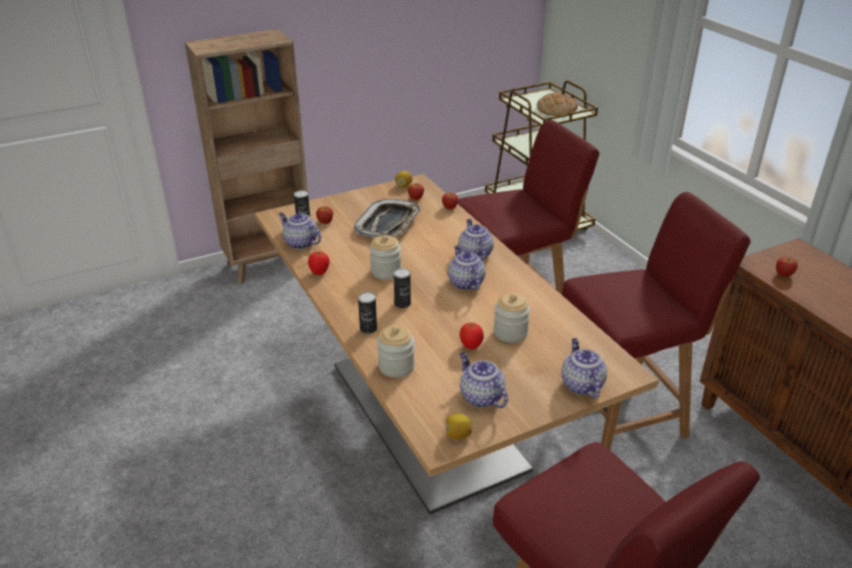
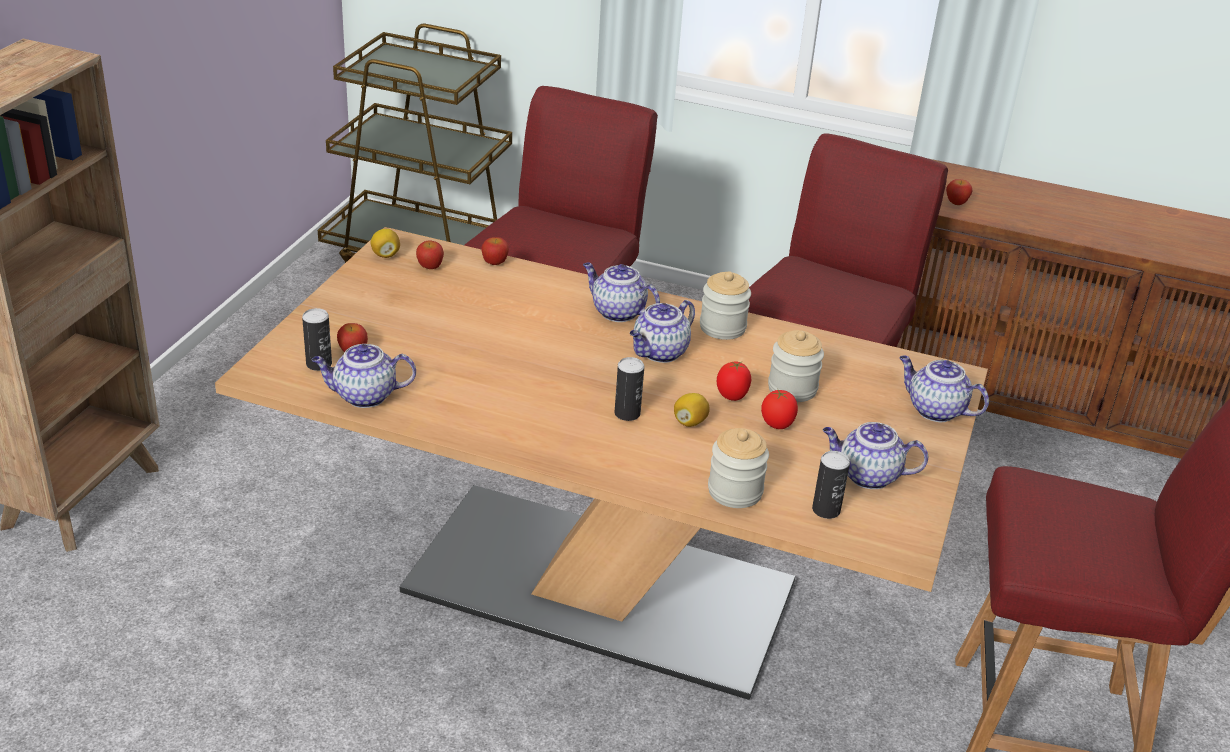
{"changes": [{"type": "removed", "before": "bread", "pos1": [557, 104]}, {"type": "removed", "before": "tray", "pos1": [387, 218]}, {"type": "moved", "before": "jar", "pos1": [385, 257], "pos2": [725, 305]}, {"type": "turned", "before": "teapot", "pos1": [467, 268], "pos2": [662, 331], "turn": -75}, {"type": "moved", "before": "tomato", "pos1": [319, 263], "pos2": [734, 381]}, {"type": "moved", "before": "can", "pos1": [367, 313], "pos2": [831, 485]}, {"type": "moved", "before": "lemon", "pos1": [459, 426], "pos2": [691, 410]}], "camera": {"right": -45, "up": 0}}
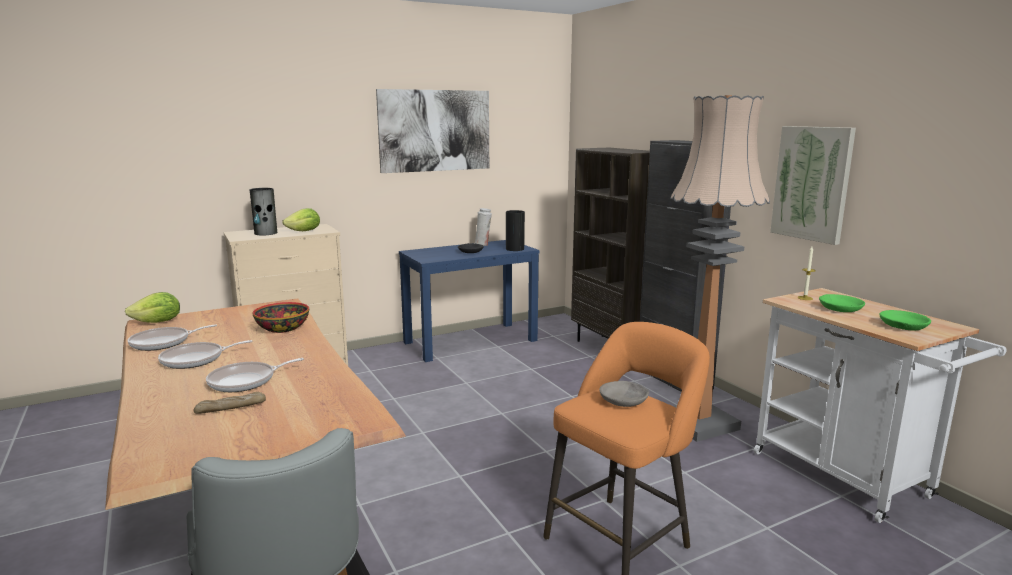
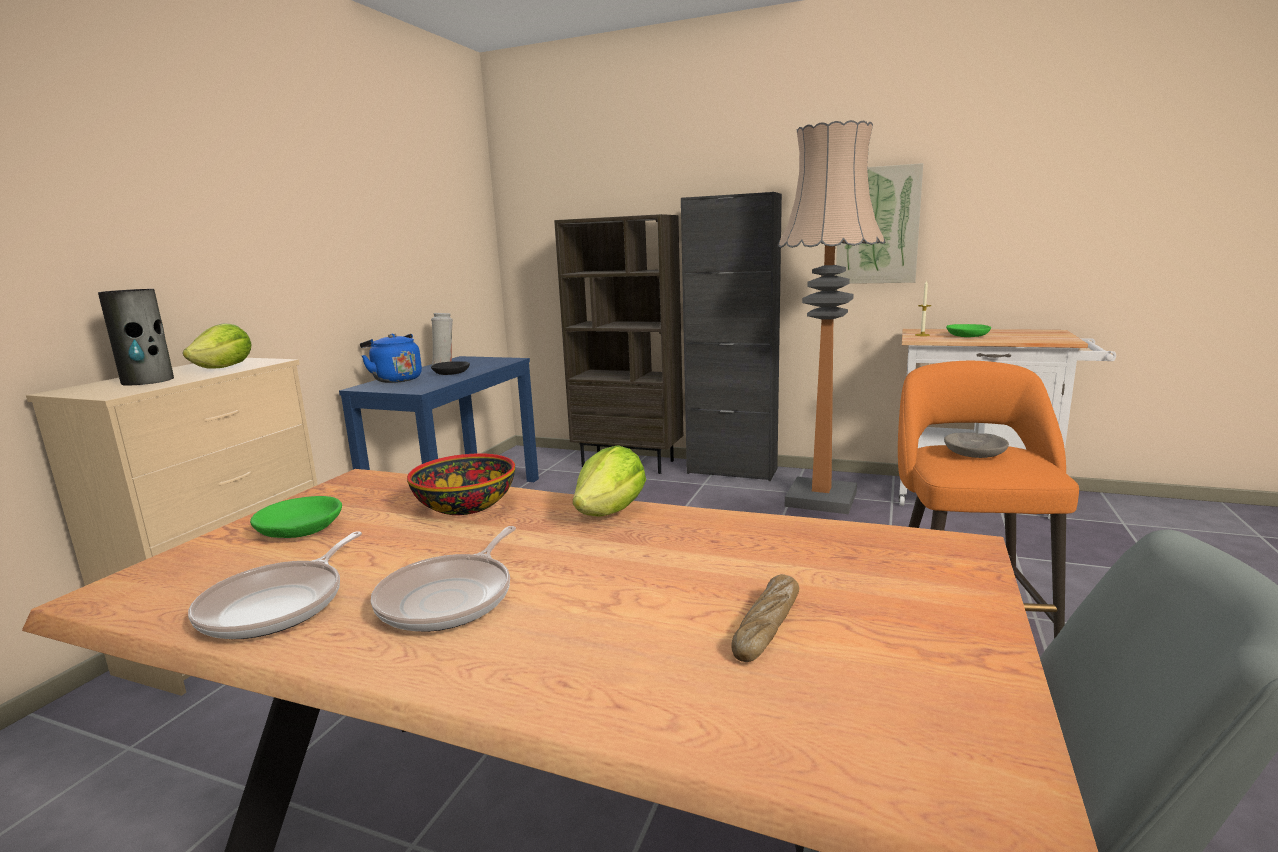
{"changes": [{"type": "removed", "before": "picture", "pos1": [432, 131]}, {"type": "removed", "before": "vase", "pos1": [515, 230]}, {"type": "moved", "before": "lettuce", "pos1": [152, 307], "pos2": [609, 480]}, {"type": "moved", "before": "green bowl", "pos1": [905, 320], "pos2": [296, 517]}, {"type": "removed", "before": "frying pan", "pos1": [255, 375]}, {"type": "added", "after": "blue kettle", "pos2": [391, 358]}], "camera": {"right": -40, "up": 0}}
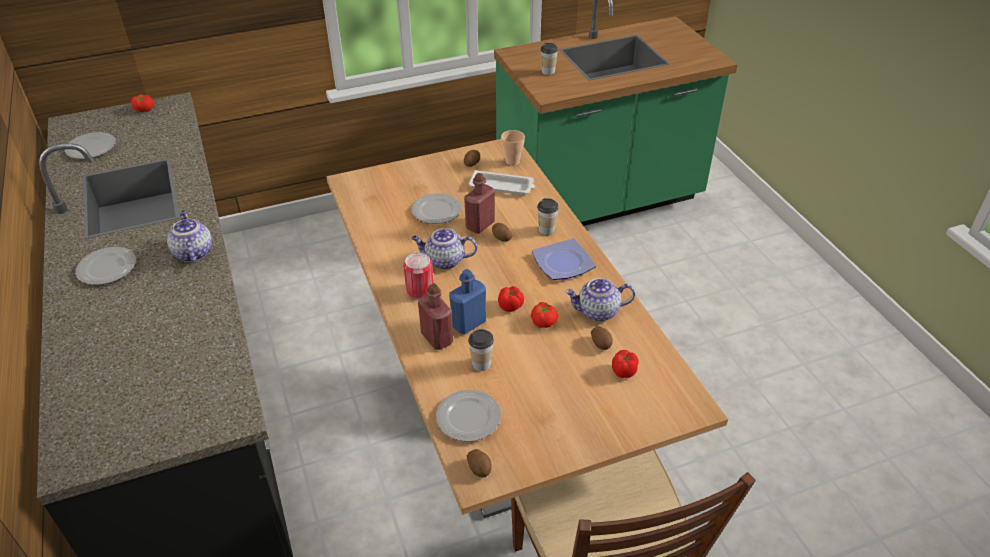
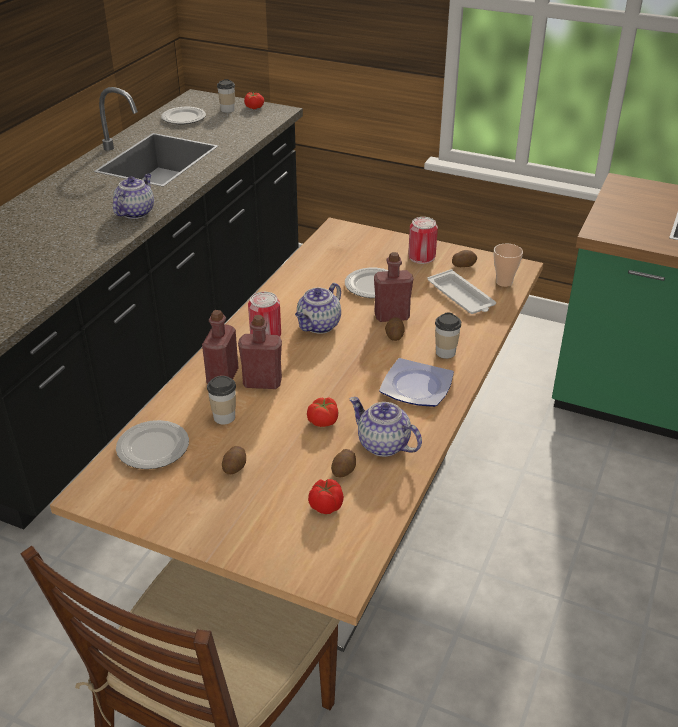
{"changes": [{"type": "moved", "before": "cup", "pos1": [549, 59], "pos2": [226, 96]}, {"type": "turned", "before": "teapot", "pos1": [444, 248], "pos2": [318, 308], "turn": -105}, {"type": "removed", "before": "plate", "pos1": [105, 266]}, {"type": "recoloured", "before": "blue bottle", "after": "red bottle", "pos1": [467, 301], "pos2": [260, 352]}, {"type": "removed", "before": "tomato", "pos1": [511, 299]}, {"type": "moved", "before": "potato", "pos1": [479, 463], "pos2": [234, 460]}, {"type": "added", "after": "can", "pos2": [423, 240]}], "camera": {"right": 45, "up": -5}}
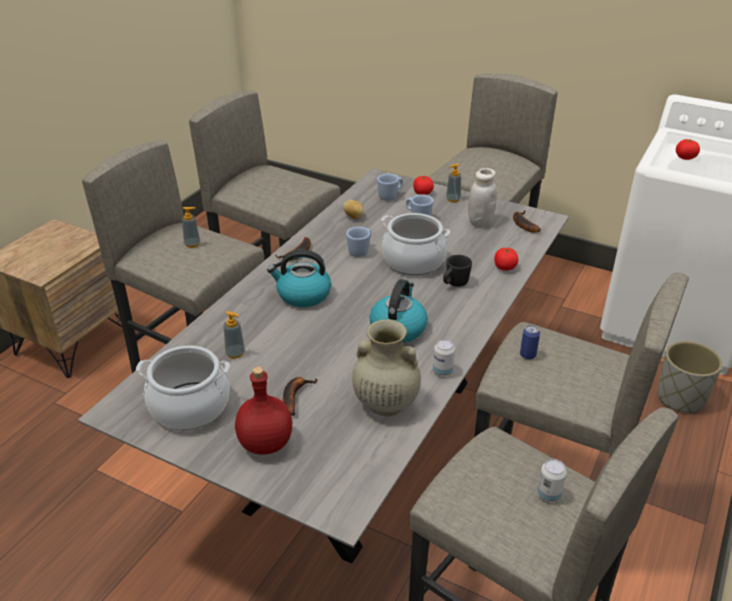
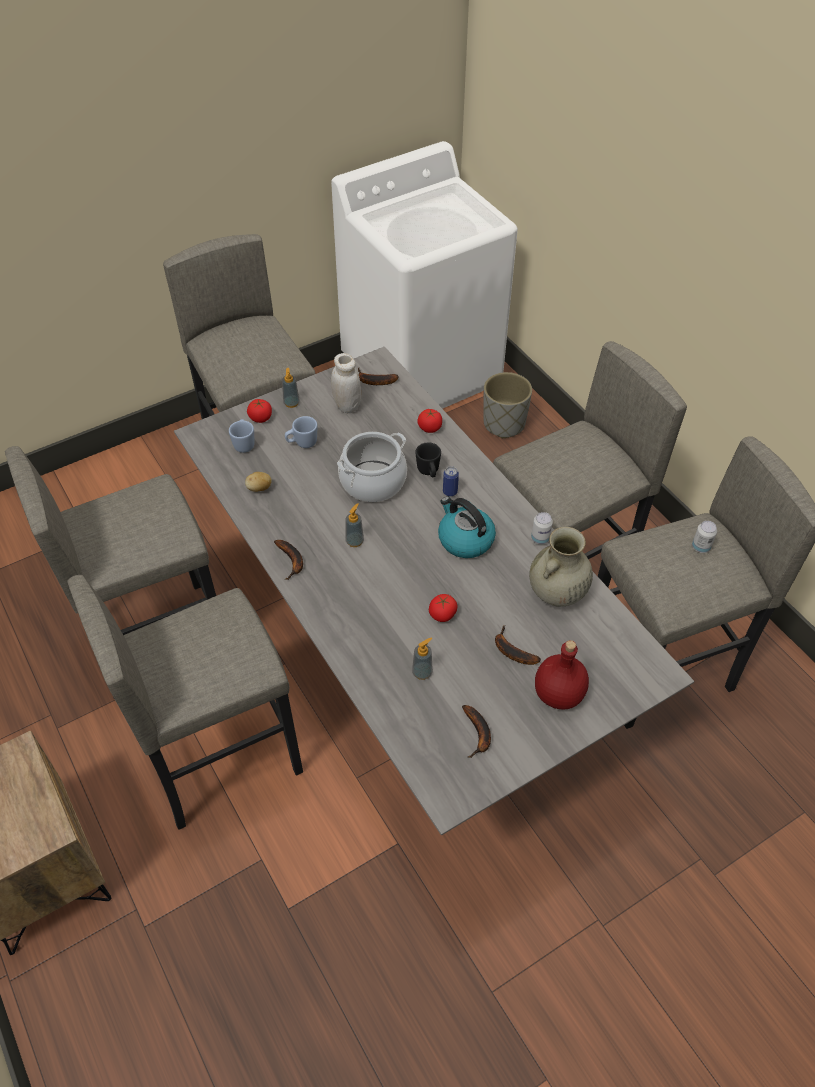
{"changes": [{"type": "moved", "before": "tomato", "pos1": [688, 149], "pos2": [443, 608]}, {"type": "moved", "before": "soap dispenser", "pos1": [191, 227], "pos2": [354, 525]}, {"type": "removed", "before": "blue mug", "pos1": [358, 242]}, {"type": "removed", "before": "kettle", "pos1": [299, 278]}, {"type": "moved", "before": "can", "pos1": [530, 342], "pos2": [451, 481]}, {"type": "replaced", "before": "cooking pot", "after": "banana", "pos1": [183, 387], "pos2": [476, 731]}], "camera": {"right": -60, "up": 15}}
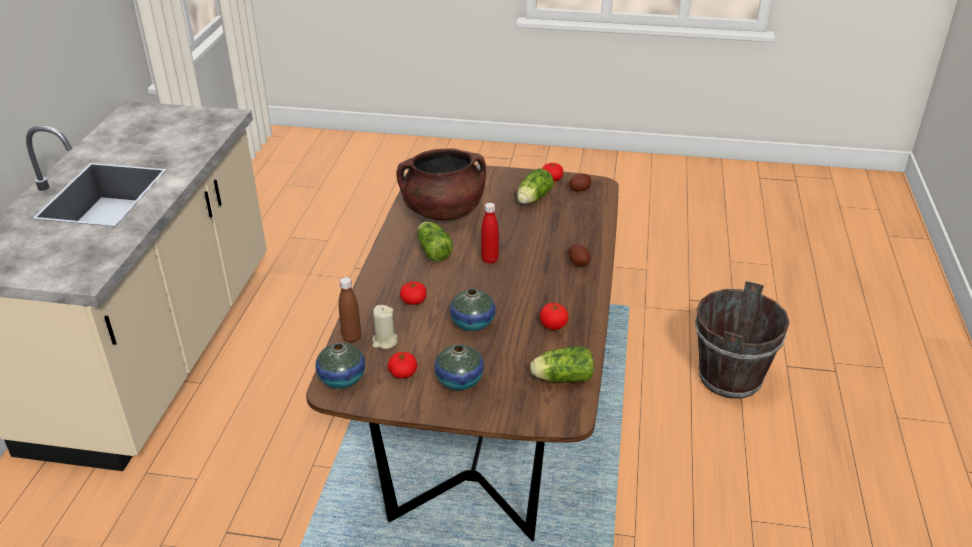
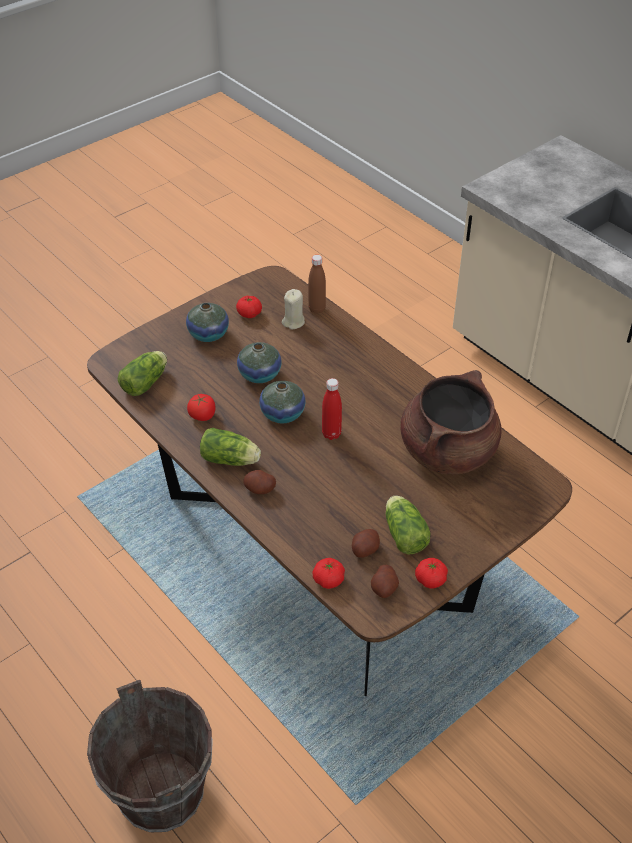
{"changes": [{"type": "moved", "before": "lettuce", "pos1": [435, 241], "pos2": [230, 447]}, {"type": "moved", "before": "tomato", "pos1": [413, 293], "pos2": [328, 573]}, {"type": "moved", "before": "vase", "pos1": [340, 365], "pos2": [282, 402]}, {"type": "added", "after": "potato", "pos2": [366, 543]}], "camera": {"right": 130, "up": 10}}
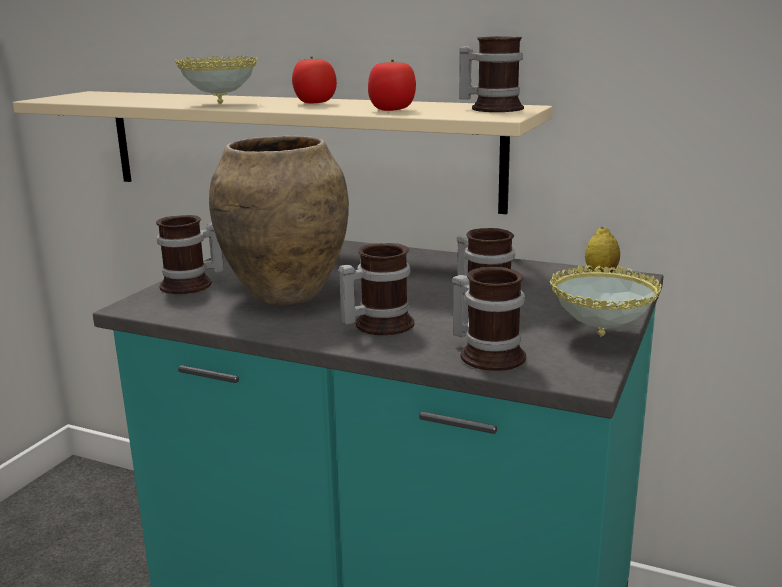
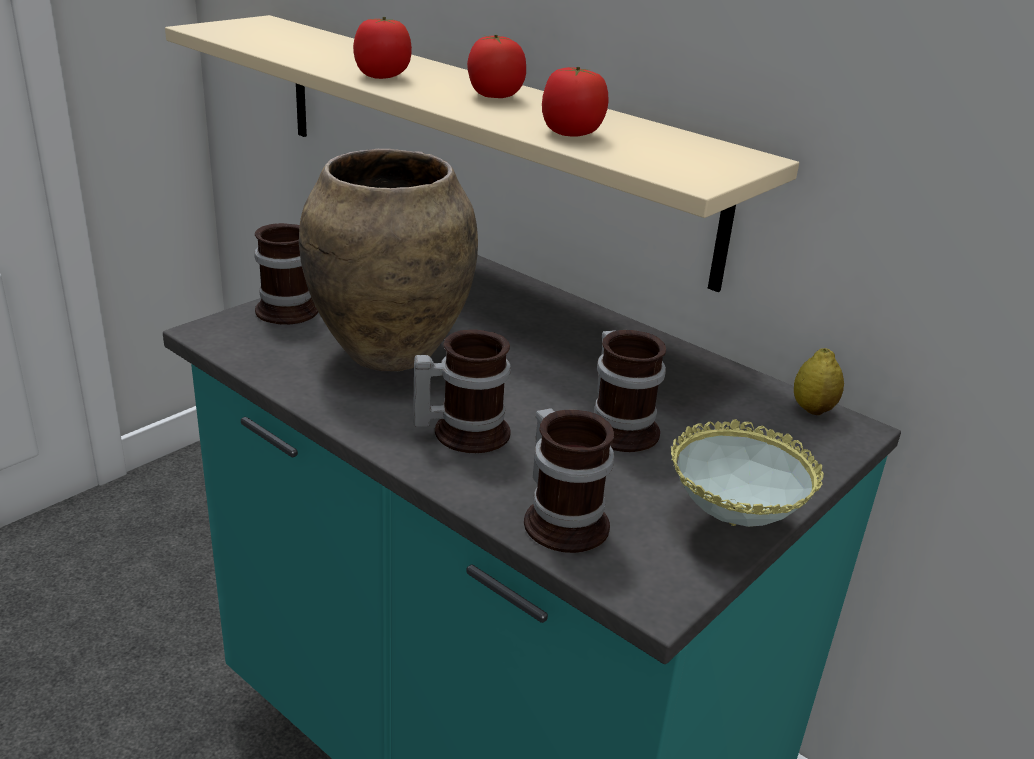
{"changes": [{"type": "removed", "before": "mug", "pos1": [491, 74]}, {"type": "replaced", "before": "bowl", "after": "tomato", "pos1": [216, 79], "pos2": [382, 48]}], "camera": {"right": 15, "up": 10}}
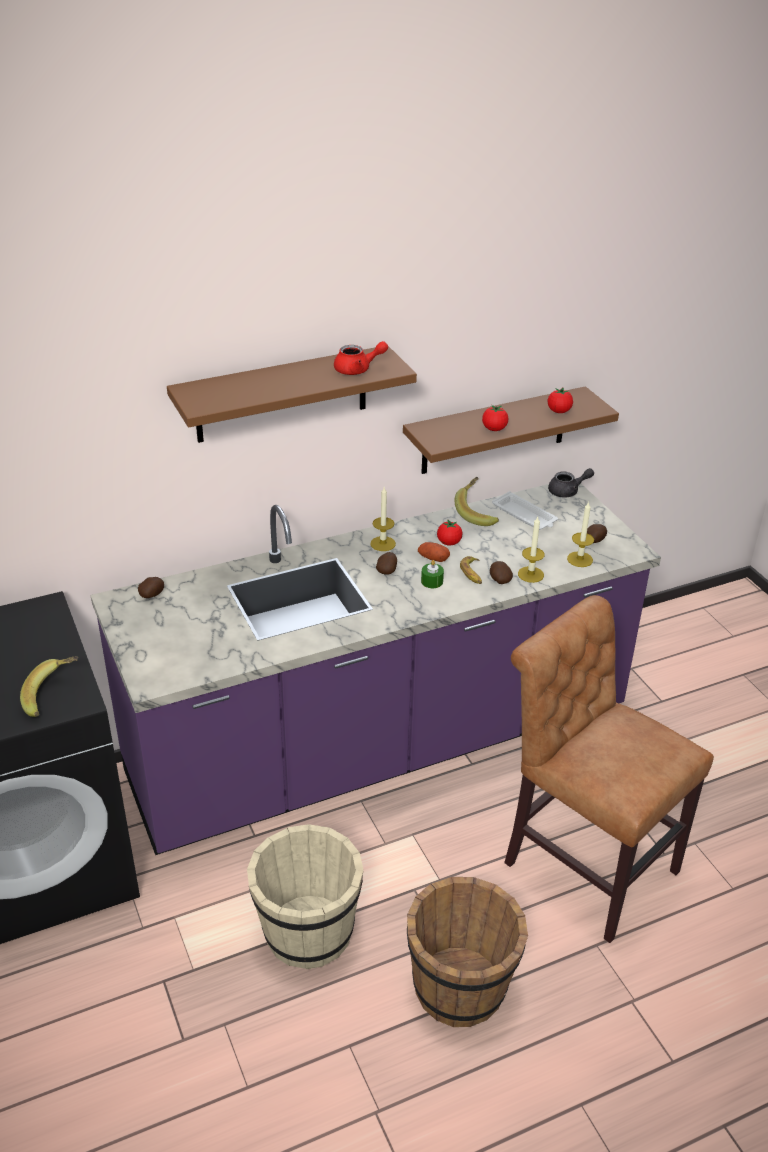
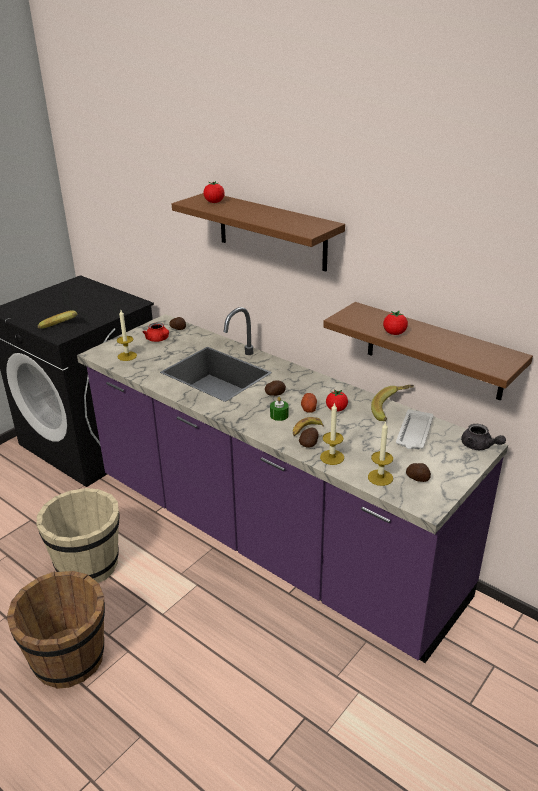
{"changes": [{"type": "moved", "before": "red teapot", "pos1": [361, 358], "pos2": [156, 332]}, {"type": "moved", "before": "tomato", "pos1": [560, 400], "pos2": [214, 192]}, {"type": "moved", "before": "candle", "pos1": [383, 519], "pos2": [127, 335]}, {"type": "removed", "before": "brown chair", "pos1": [609, 769]}], "camera": {"right": 65, "up": -5}}
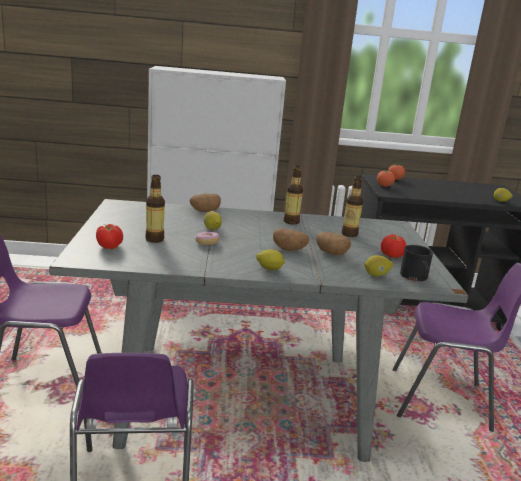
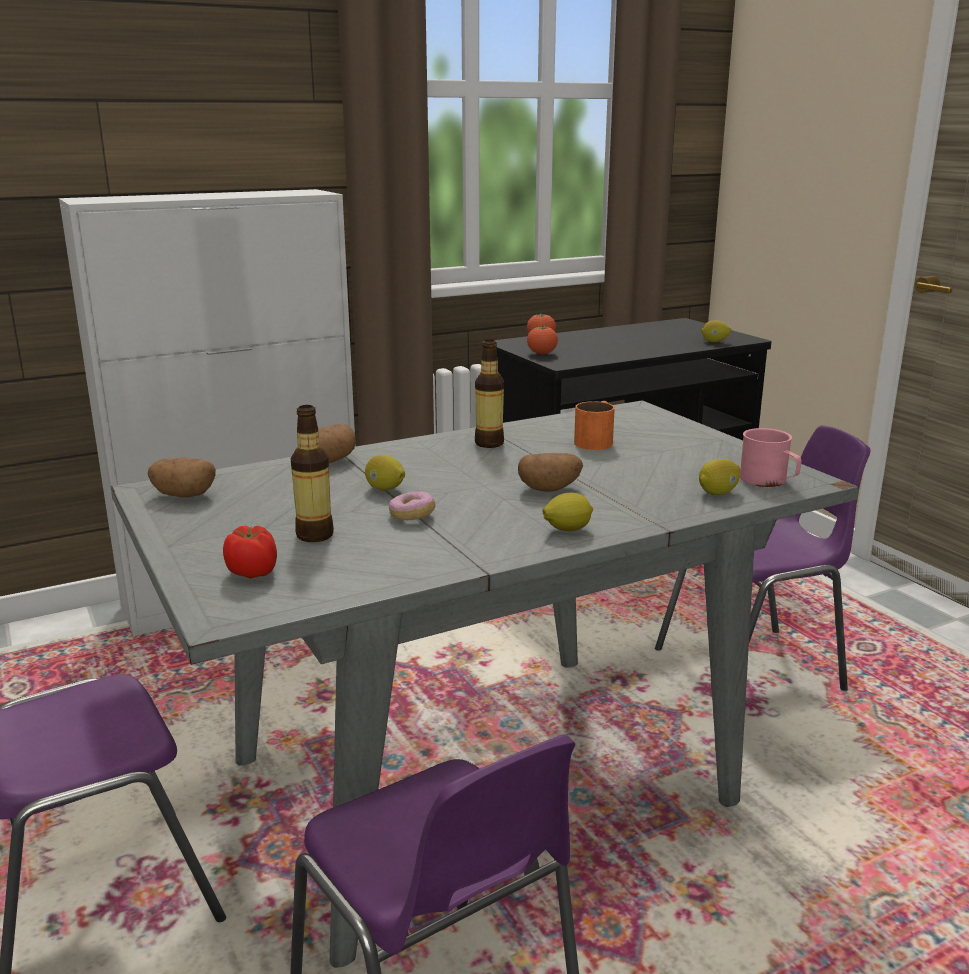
{"changes": [{"type": "replaced", "before": "bottle", "after": "orange mug", "pos1": [352, 206], "pos2": [594, 425]}, {"type": "moved", "before": "potato", "pos1": [333, 243], "pos2": [182, 477]}, {"type": "removed", "before": "tomato", "pos1": [394, 246]}, {"type": "recoloured", "before": "black mug", "after": "pink mug", "pos1": [417, 263], "pos2": [770, 457]}], "camera": {"right": -25, "up": 0}}
